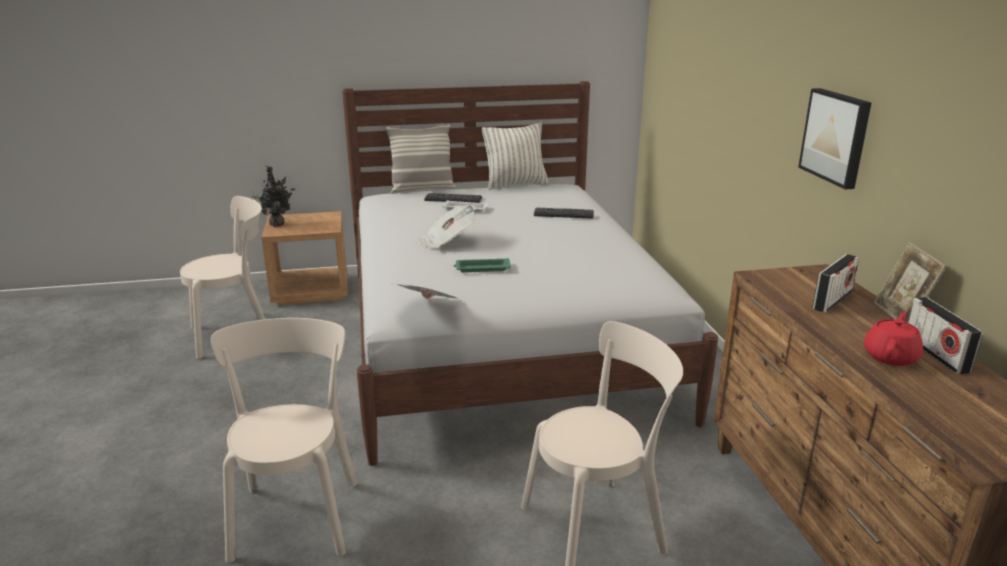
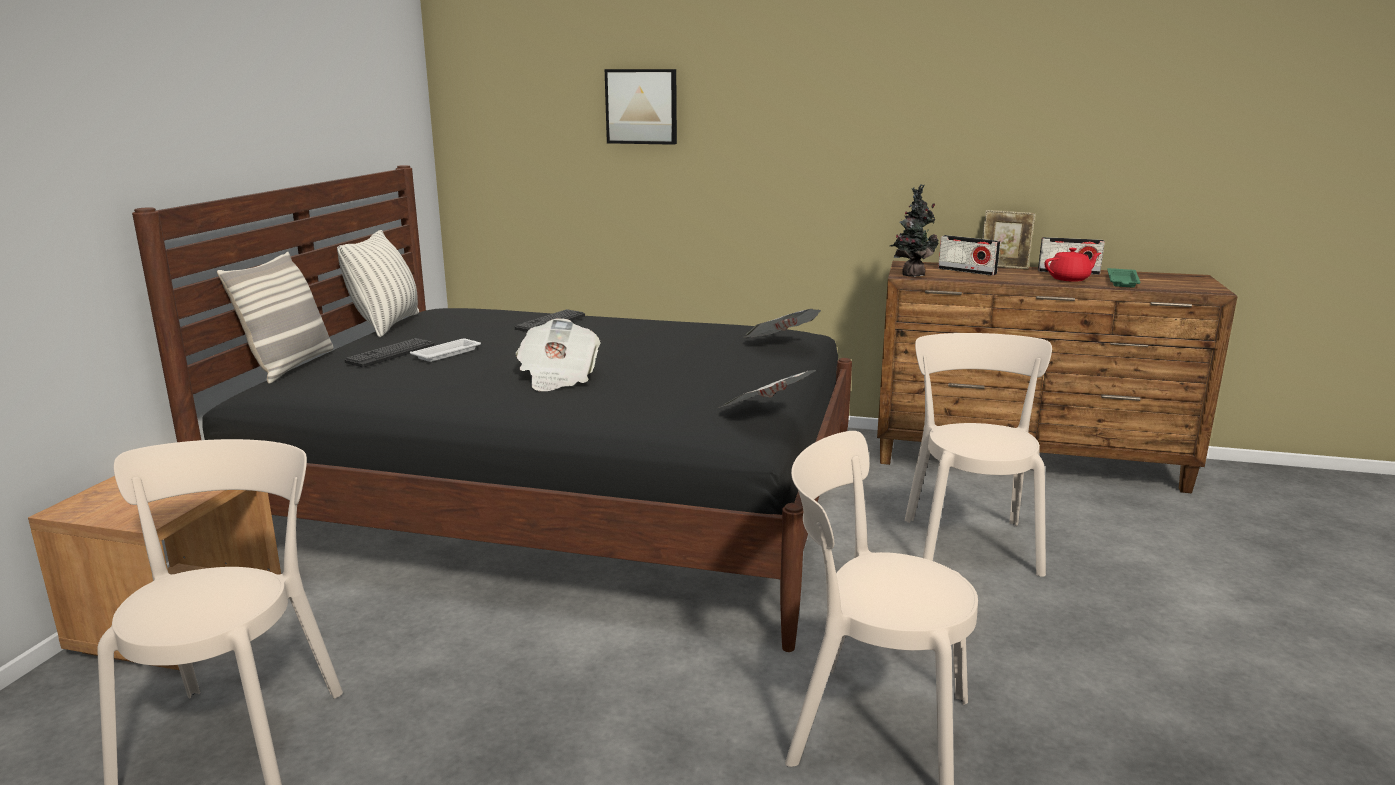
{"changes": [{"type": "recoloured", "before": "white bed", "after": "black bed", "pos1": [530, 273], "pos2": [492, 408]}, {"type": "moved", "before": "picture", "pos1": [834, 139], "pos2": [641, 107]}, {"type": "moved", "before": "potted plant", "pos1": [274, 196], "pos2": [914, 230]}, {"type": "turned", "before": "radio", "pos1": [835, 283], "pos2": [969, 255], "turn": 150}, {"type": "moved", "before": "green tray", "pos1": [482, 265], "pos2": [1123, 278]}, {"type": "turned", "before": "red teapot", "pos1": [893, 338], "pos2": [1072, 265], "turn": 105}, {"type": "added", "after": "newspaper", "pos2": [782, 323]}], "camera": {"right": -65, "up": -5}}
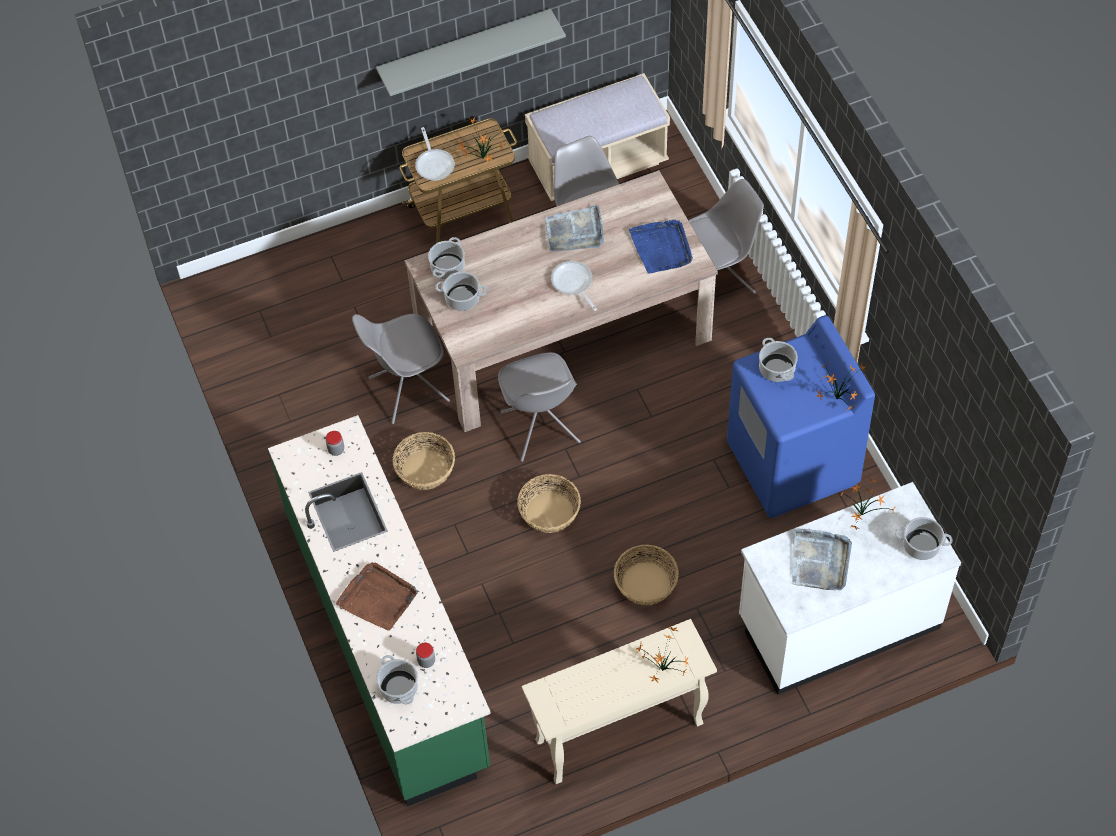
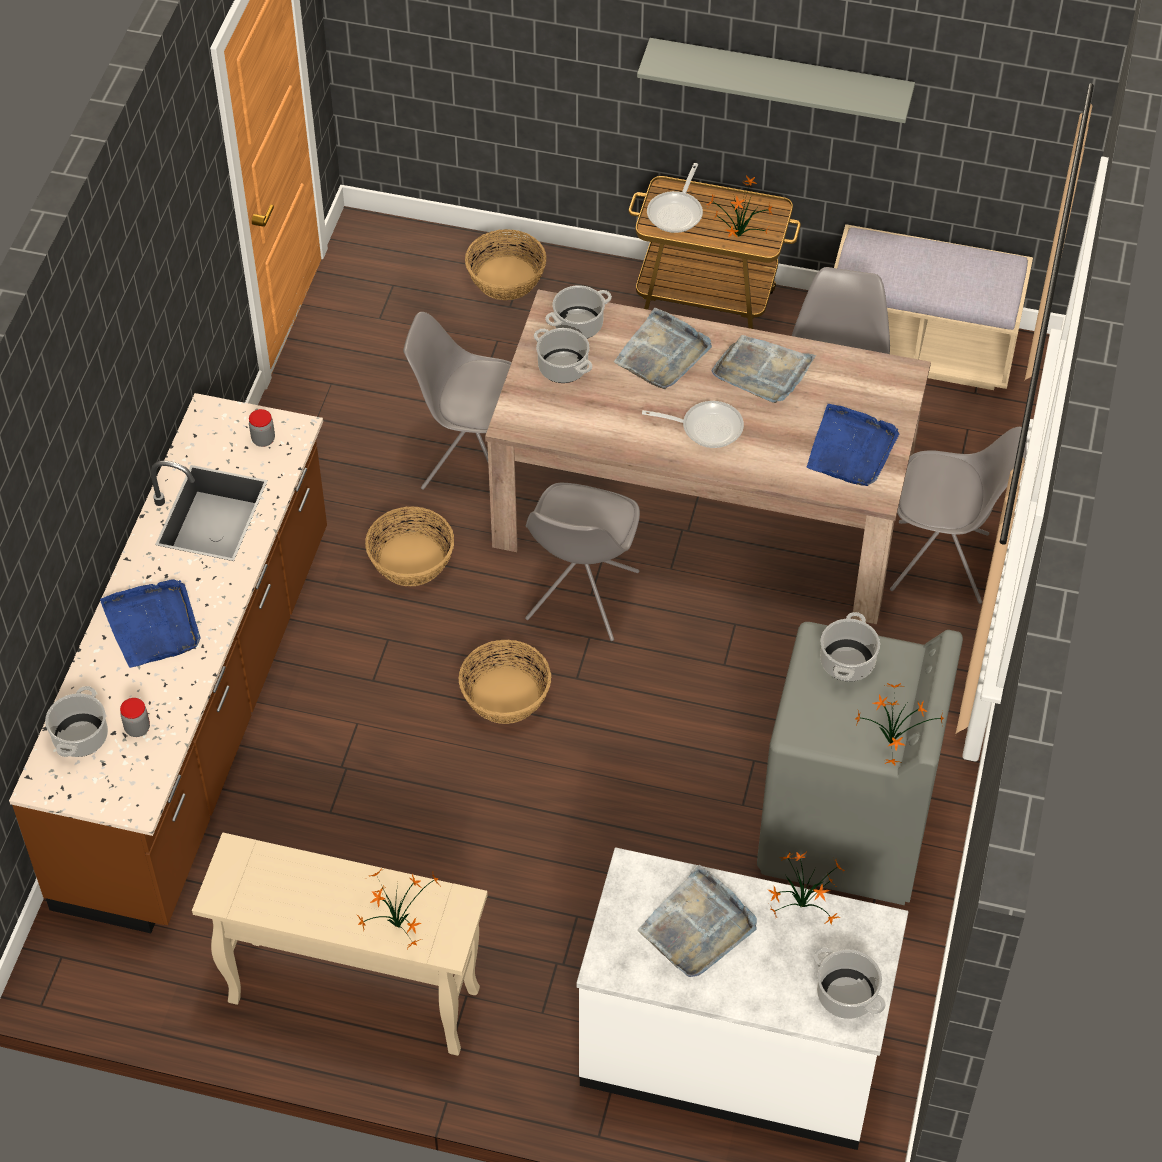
{"changes": [{"type": "turned", "before": "frying pan", "pos1": [574, 286], "pos2": [693, 424], "turn": 90}, {"type": "recoloured", "before": "blue washing machine", "after": "grey washing machine", "pos1": [801, 416], "pos2": [860, 763]}, {"type": "recoloured", "before": "green counter", "after": "brown counter", "pos1": [379, 611], "pos2": [168, 663]}, {"type": "moved", "before": "basket", "pos1": [646, 575], "pos2": [505, 264]}, {"type": "recoloured", "before": "brown tray", "after": "blue tray", "pos1": [377, 596], "pos2": [150, 623]}, {"type": "added", "after": "grey tray", "pos2": [663, 348]}], "camera": {"right": 35, "up": -5}}
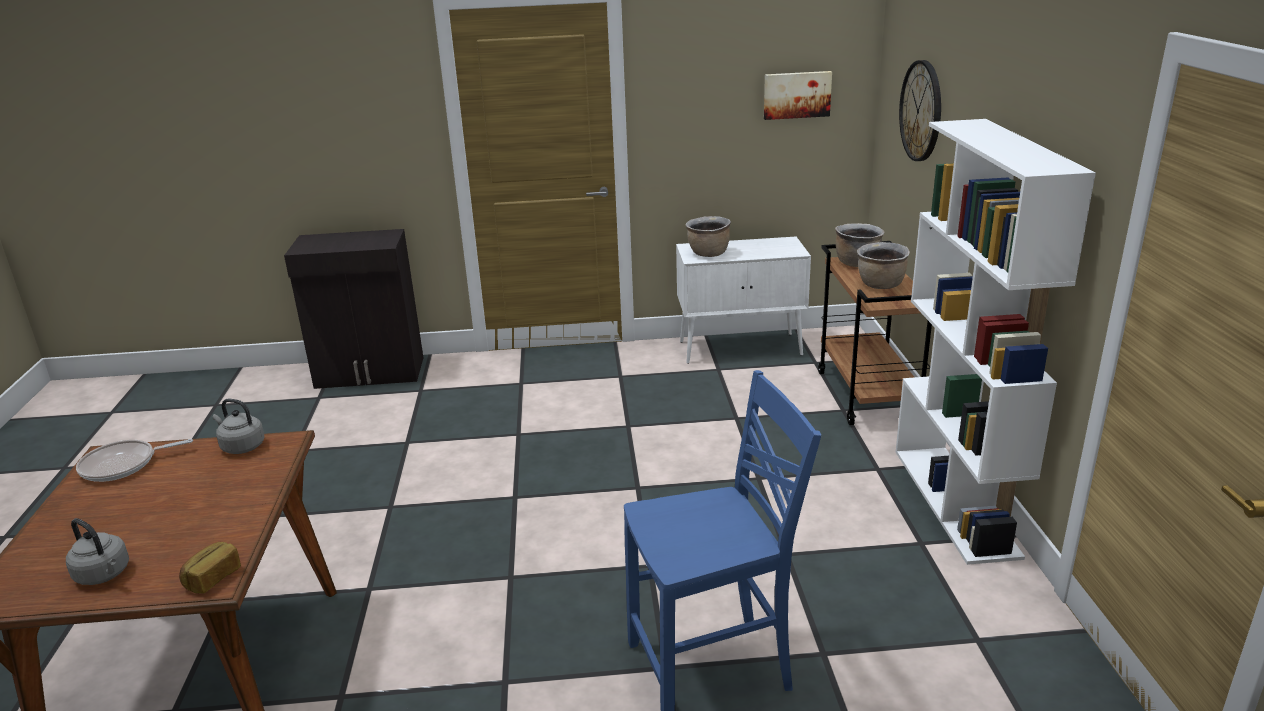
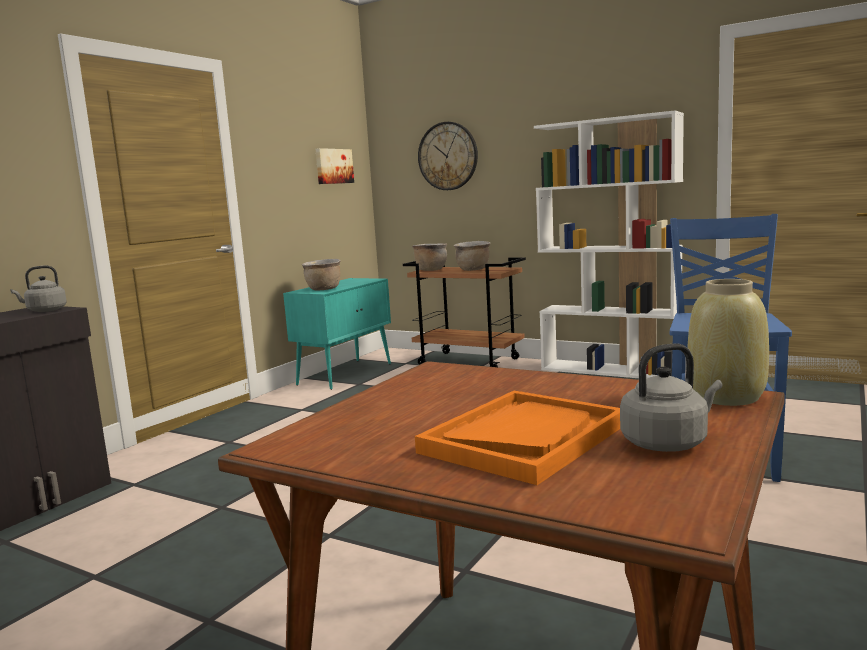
{"changes": [{"type": "recoloured", "before": "white cabinet", "after": "turquoise cabinet", "pos1": [743, 300], "pos2": [337, 334]}, {"type": "moved", "before": "grey kettle", "pos1": [239, 426], "pos2": [38, 288]}, {"type": "removed", "before": "frying pan", "pos1": [134, 460]}, {"type": "replaced", "before": "bread", "after": "beige vase", "pos1": [210, 568], "pos2": [728, 342]}, {"type": "added", "after": "orange tray", "pos2": [517, 438]}], "camera": {"right": -55, "up": -15}}
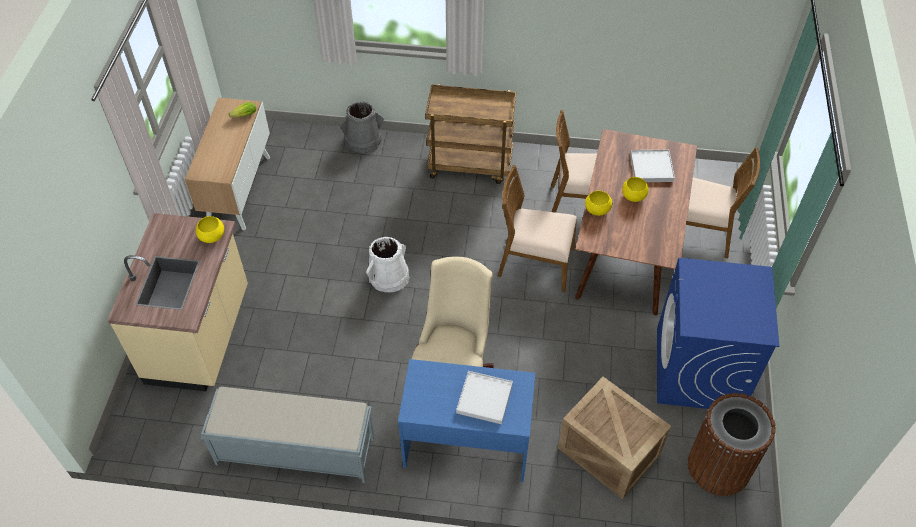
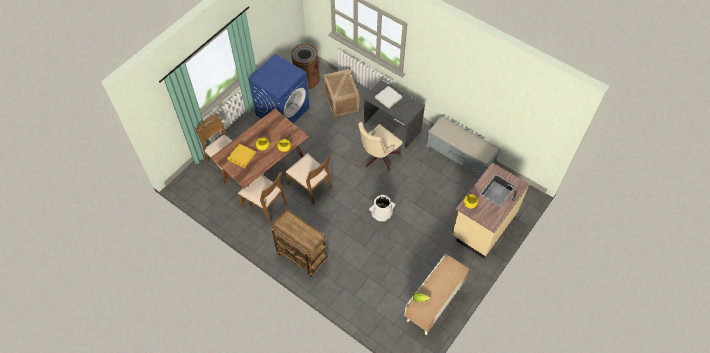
{"changes": [{"type": "removed", "before": "grey bucket", "pos1": [362, 127]}, {"type": "recoloured", "before": "white tray", "after": "yellow tray", "pos1": [652, 166], "pos2": [241, 156]}, {"type": "recoloured", "before": "blue desk", "after": "grey desk", "pos1": [466, 420], "pos2": [394, 114]}], "camera": {"right": -150, "up": 5}}
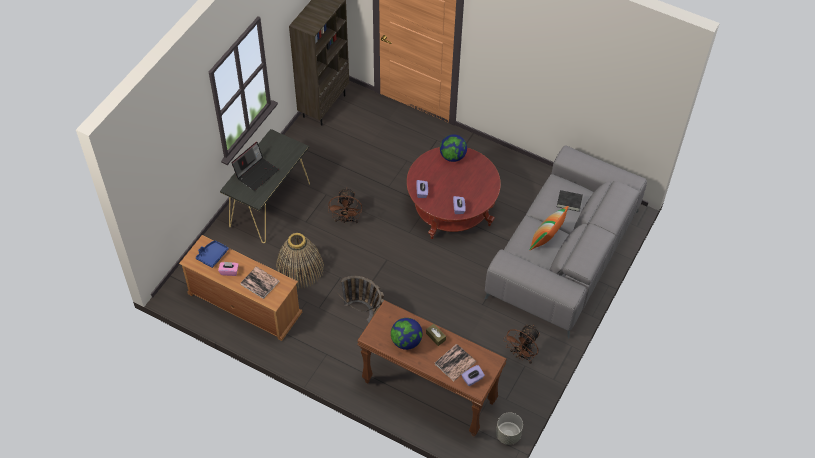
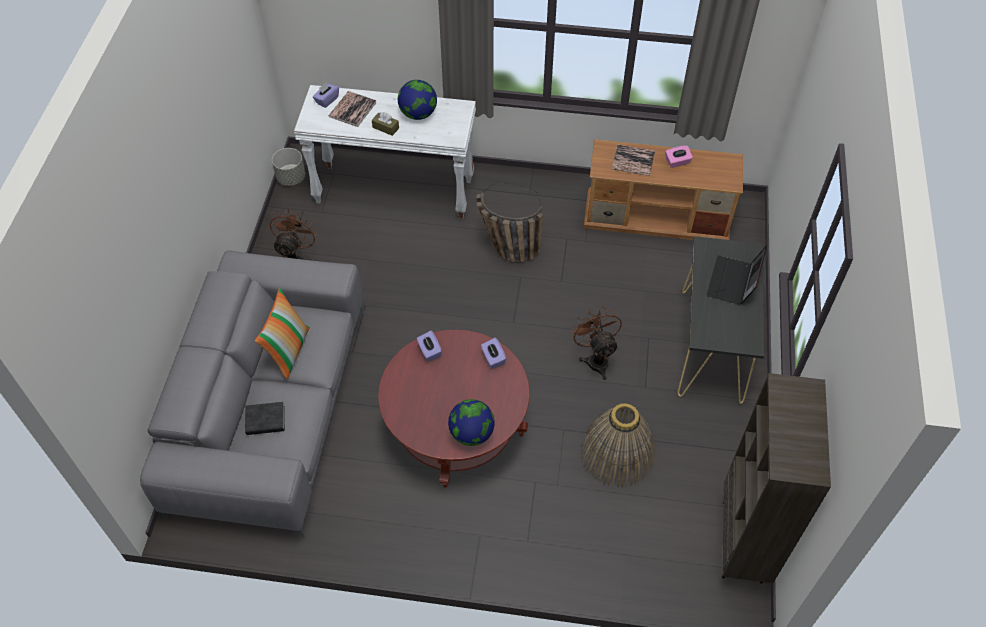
{"changes": [{"type": "moved", "before": "basket", "pos1": [300, 261], "pos2": [617, 445]}, {"type": "removed", "before": "blue tray", "pos1": [212, 254]}, {"type": "recoloured", "before": "brown console table", "after": "white console table", "pos1": [432, 368], "pos2": [385, 152]}], "camera": {"right": 160, "up": 0}}
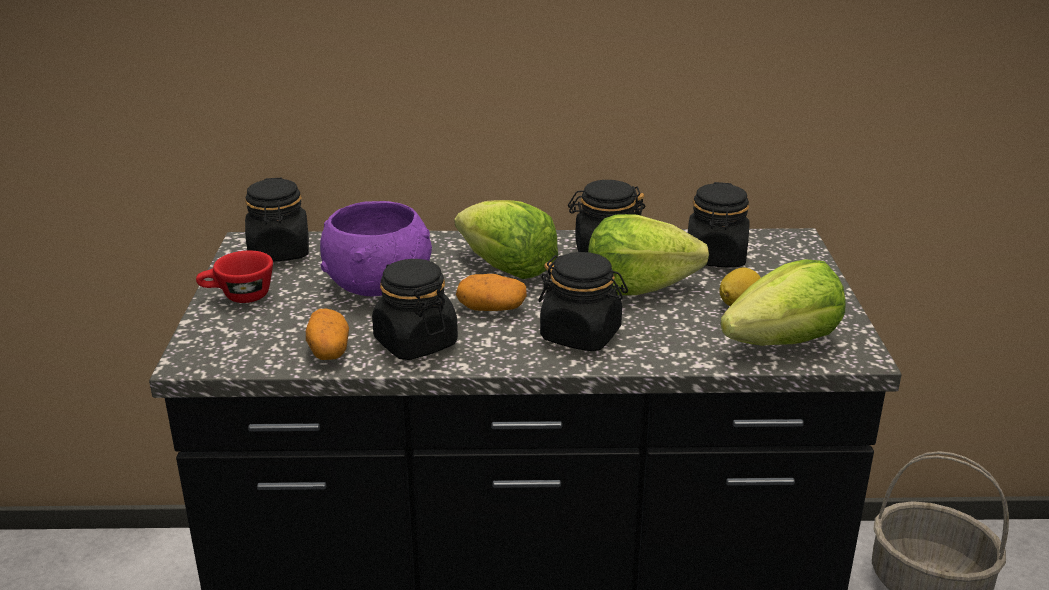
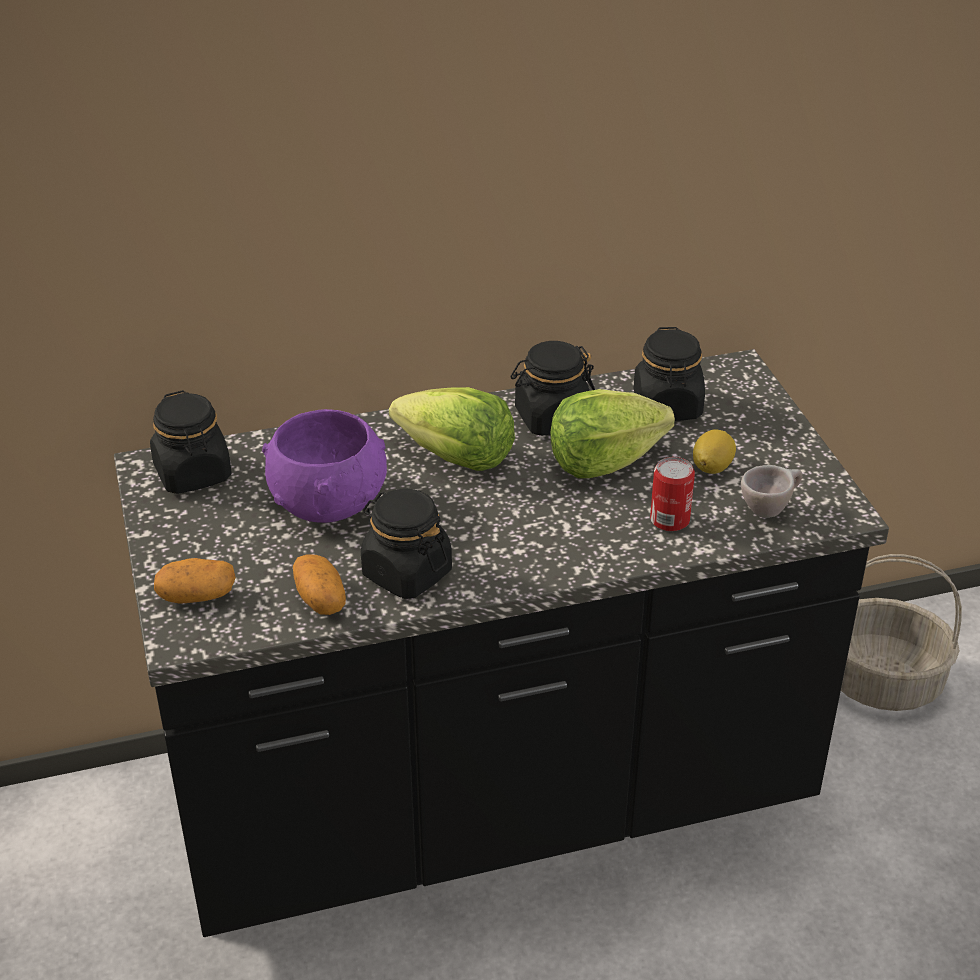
{"changes": [{"type": "removed", "before": "red cup", "pos1": [234, 277]}, {"type": "removed", "before": "black jar", "pos1": [583, 301]}, {"type": "replaced", "before": "lettuce", "after": "beige cup", "pos1": [783, 302], "pos2": [771, 491]}, {"type": "moved", "before": "potato", "pos1": [491, 292], "pos2": [195, 581]}, {"type": "added", "after": "can", "pos2": [672, 494]}], "camera": {"right": -15, "up": 10}}
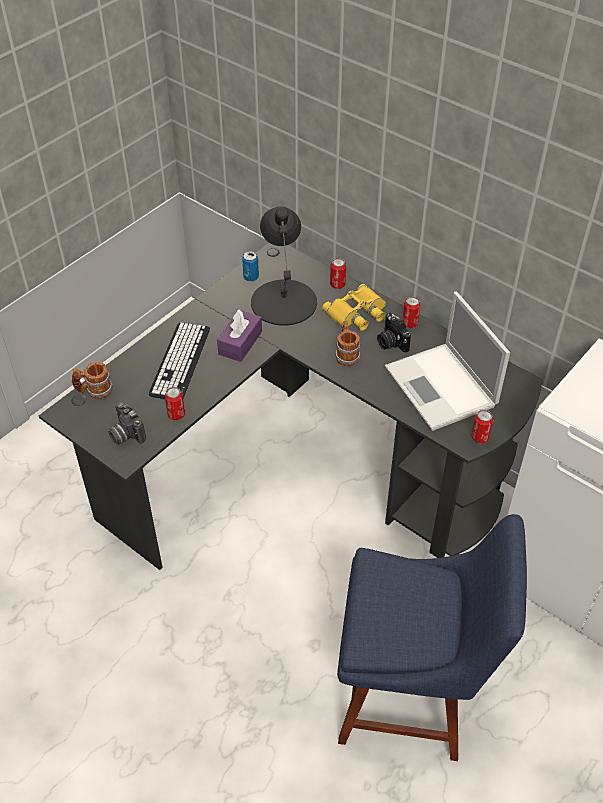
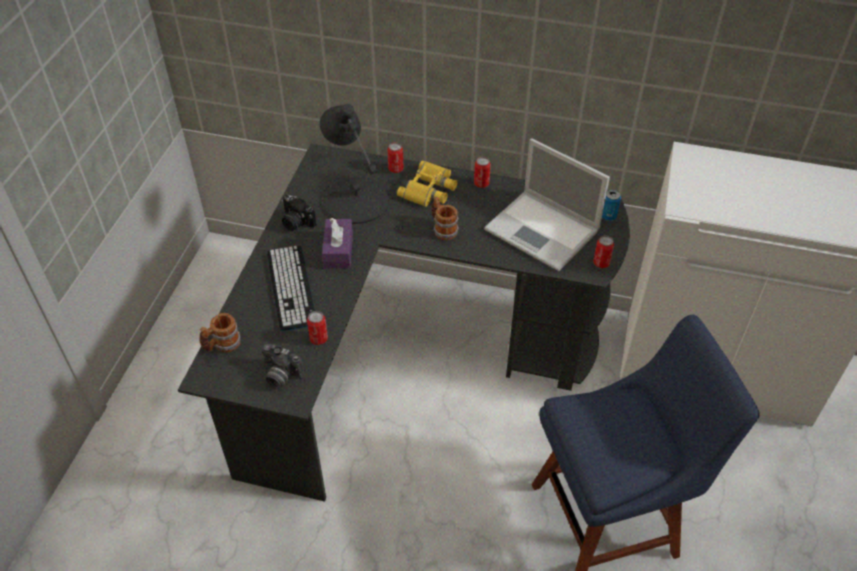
{"changes": [{"type": "moved", "before": "can", "pos1": [250, 266], "pos2": [611, 205]}, {"type": "moved", "before": "photo camera", "pos1": [394, 333], "pos2": [299, 213]}], "camera": {"right": -25, "up": 0}}
